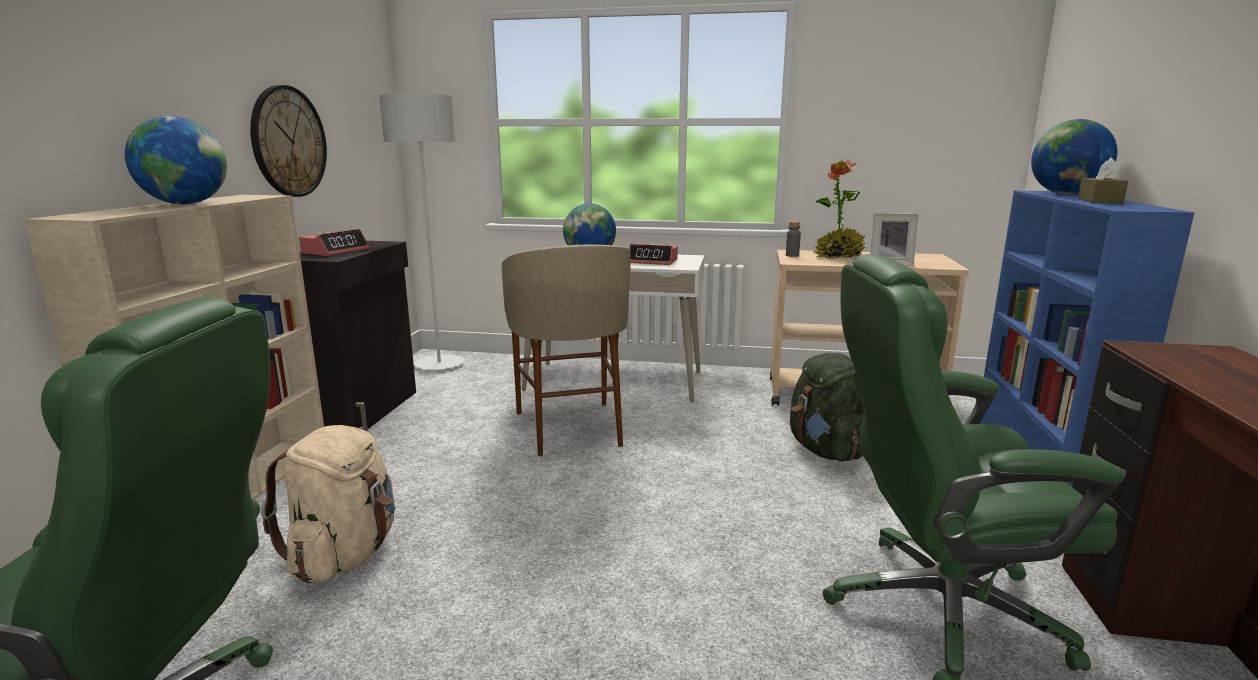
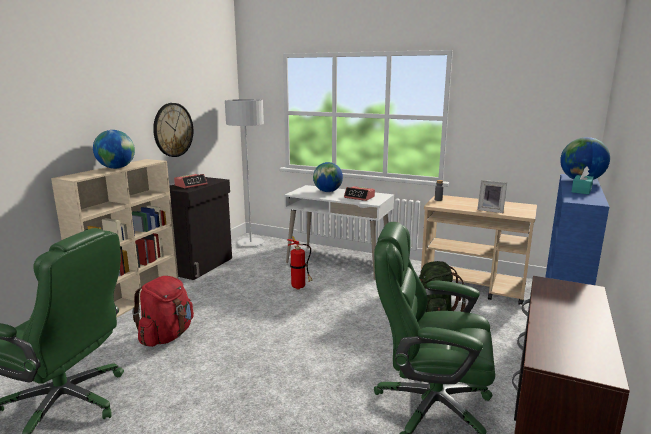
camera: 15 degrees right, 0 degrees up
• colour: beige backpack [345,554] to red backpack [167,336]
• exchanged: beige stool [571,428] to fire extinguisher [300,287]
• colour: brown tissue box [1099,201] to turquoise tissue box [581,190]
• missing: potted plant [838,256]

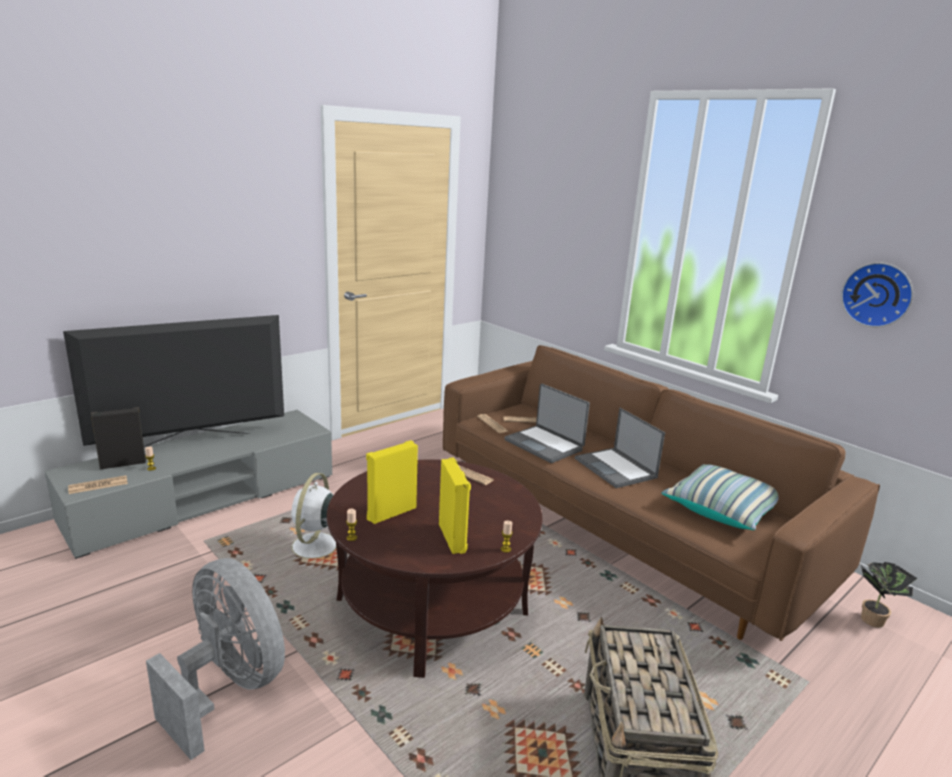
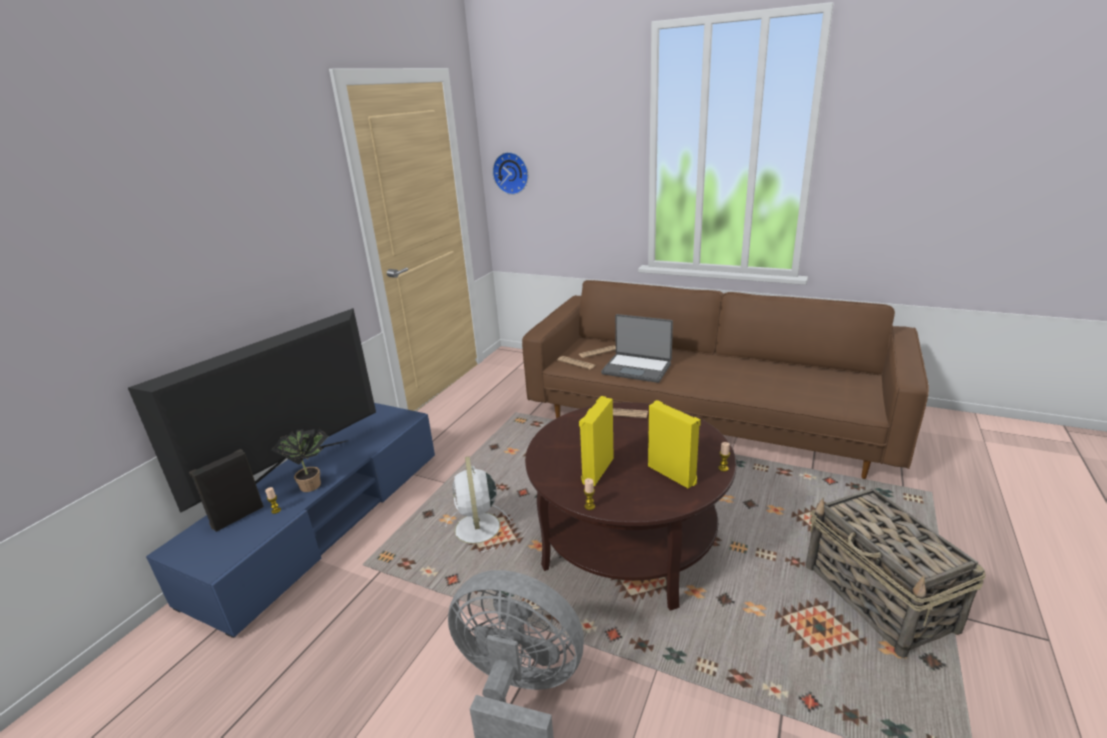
camera: 20 degrees left, 5 degrees up
• colour: grey tv stand [205,498] to blue tv stand [324,522]
• relocated: potted plant [873,619] to [313,484]
• relocated: wall clock [877,294] to [511,173]
• missing: newspaper [98,485]
• missing: laptop [616,468]
• missing: pillow [721,509]

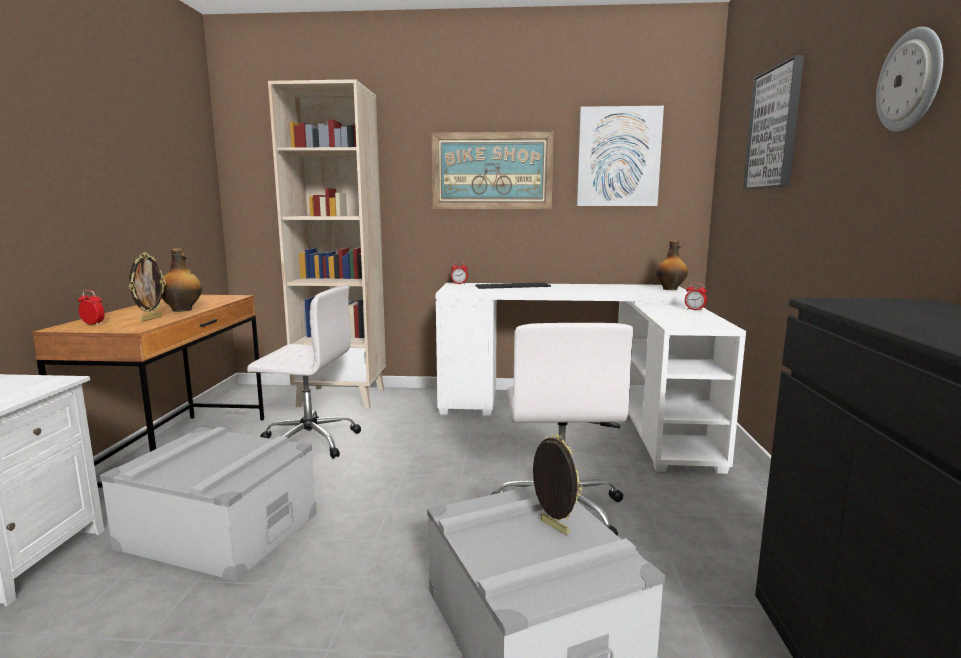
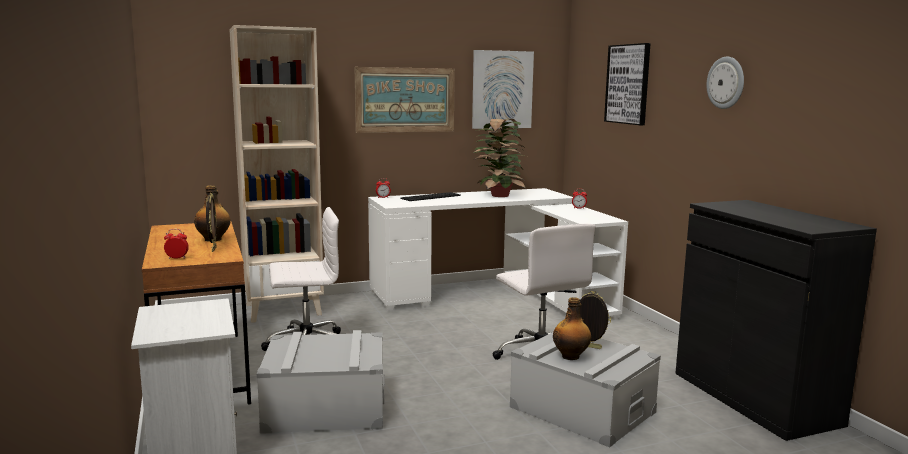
camera: 25 degrees left, 0 degrees up
• appeared: potted plant [499,196]
• relocated: bottle [670,289] to [571,356]

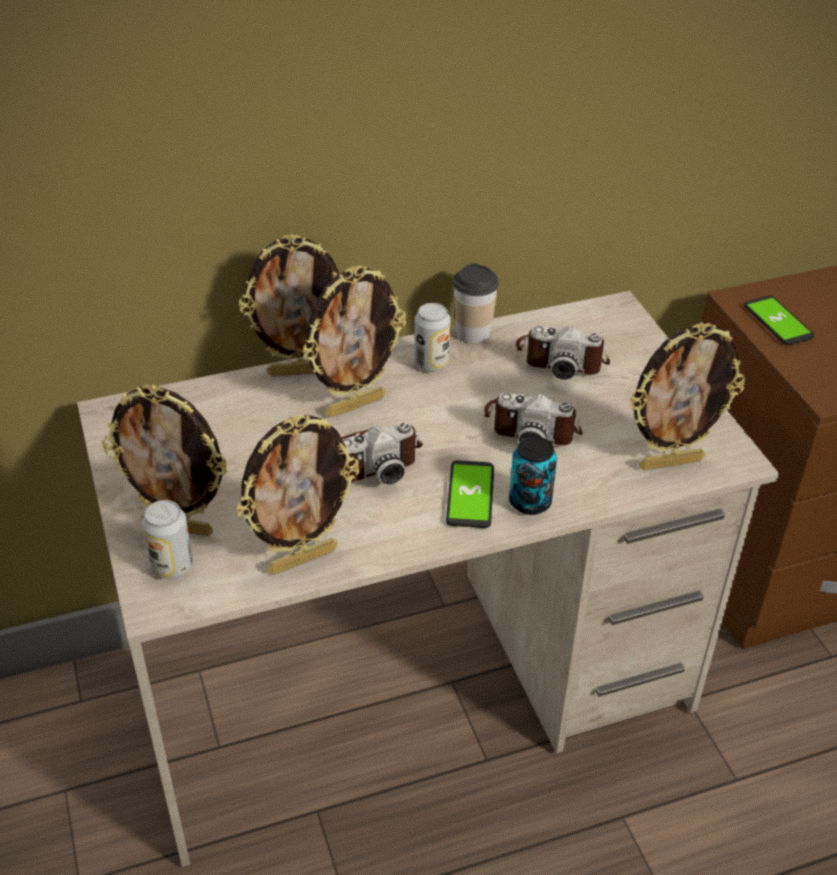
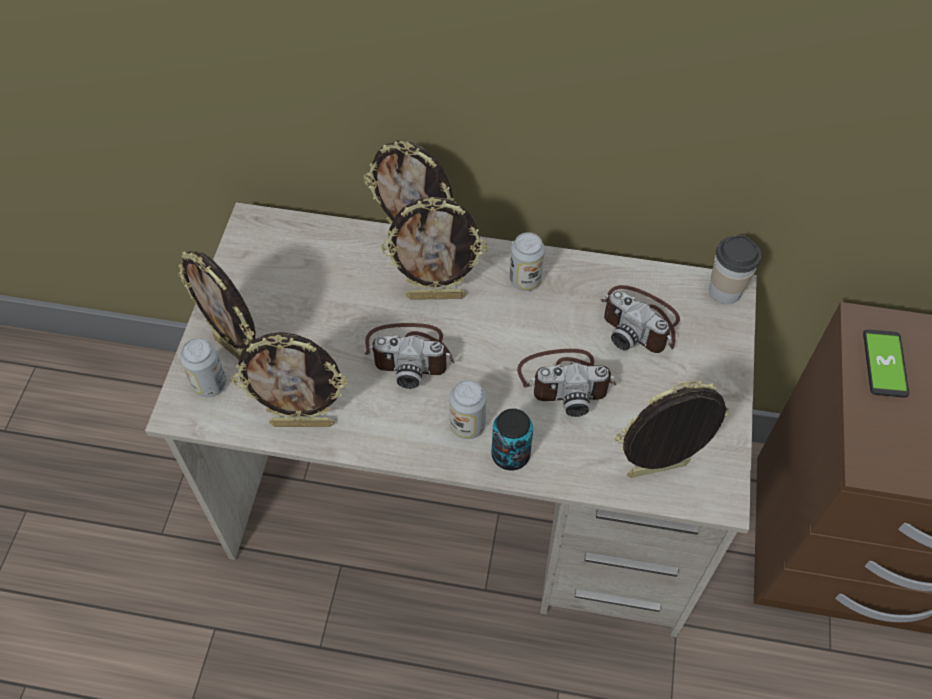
camera: 30 degrees right, 15 degrees up
• exchanged: phone [470,495] to can [467,425]
• spun: photo camera [532,425] = [565,380] 45 degrees counterclockwise
• spun: picture frame [670,462] = [658,472] 150 degrees clockwise
• relocated: cup [473,333] to [725,291]

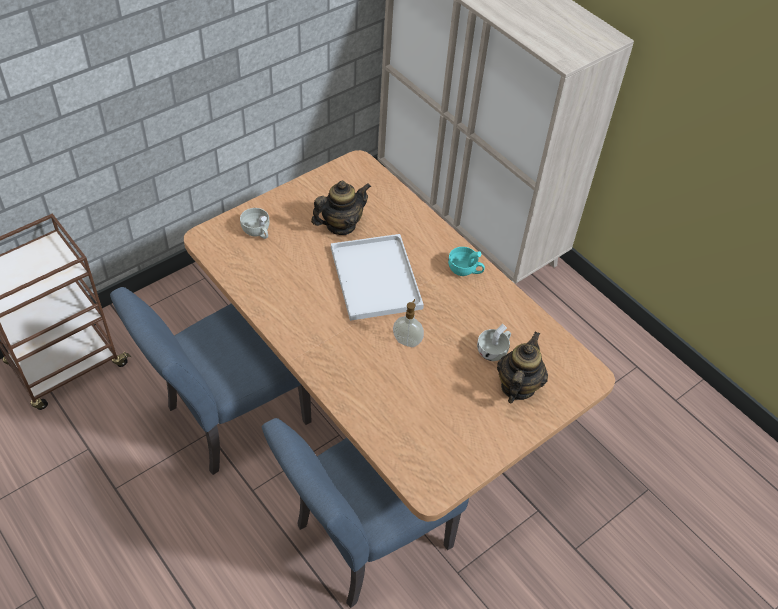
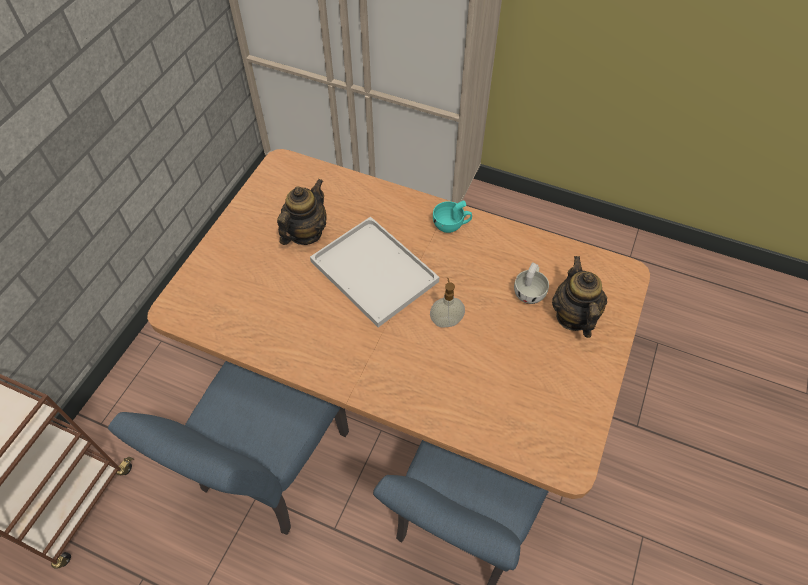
camera: 25 degrees left, 5 degrees up
• missing: white cup [257,232]

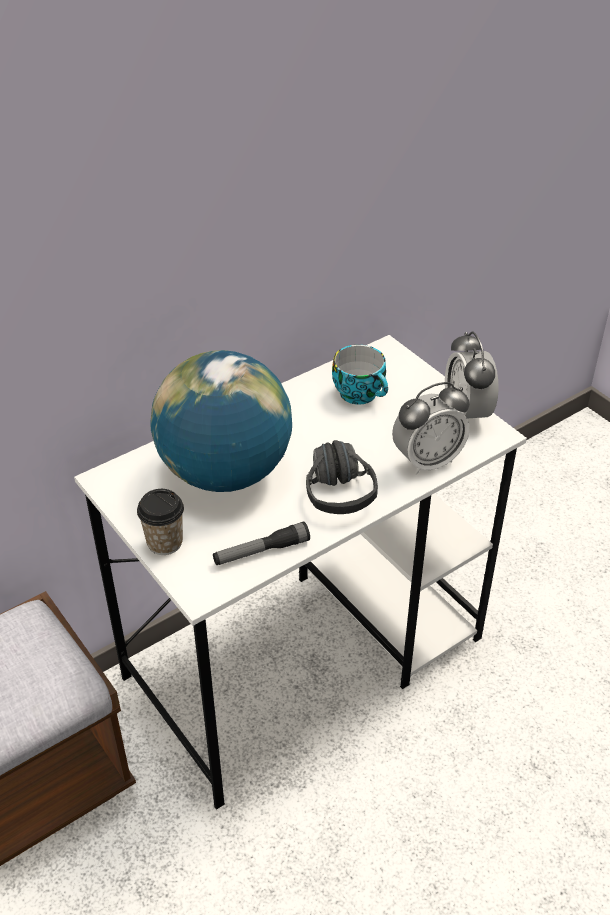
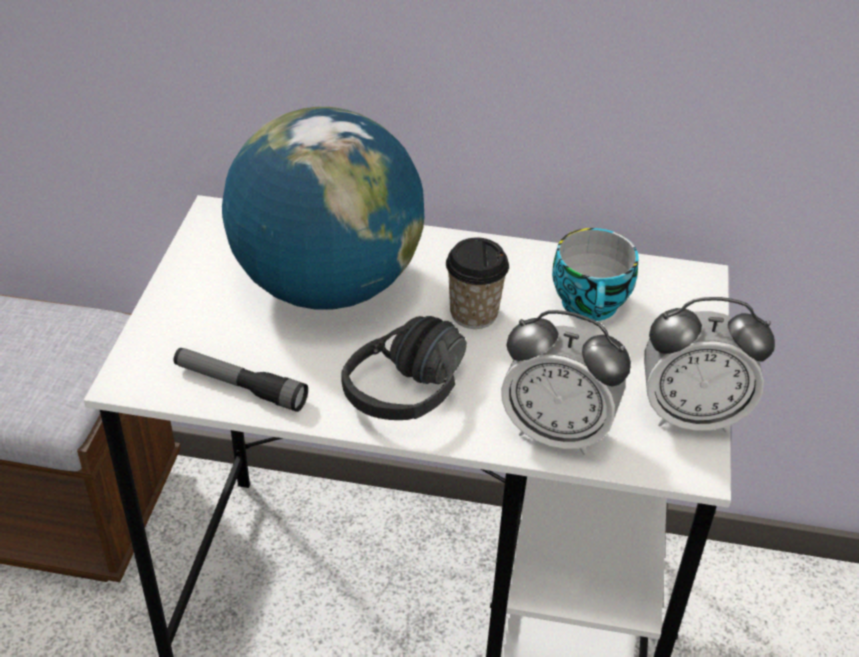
camera: 45 degrees right, 0 degrees up
• relocated: cup [165,542] to [473,314]
• spun: alarm clock [466,413] = [691,415] 120 degrees counterclockwise

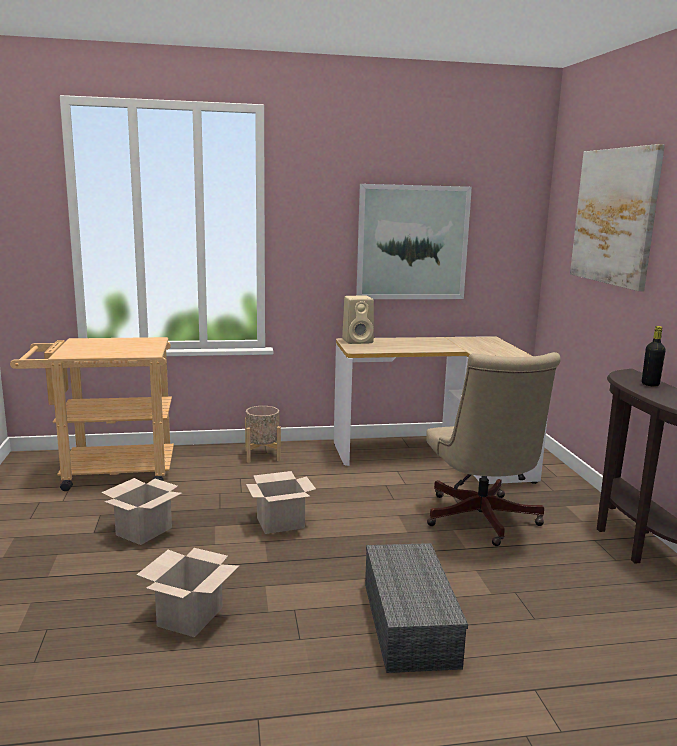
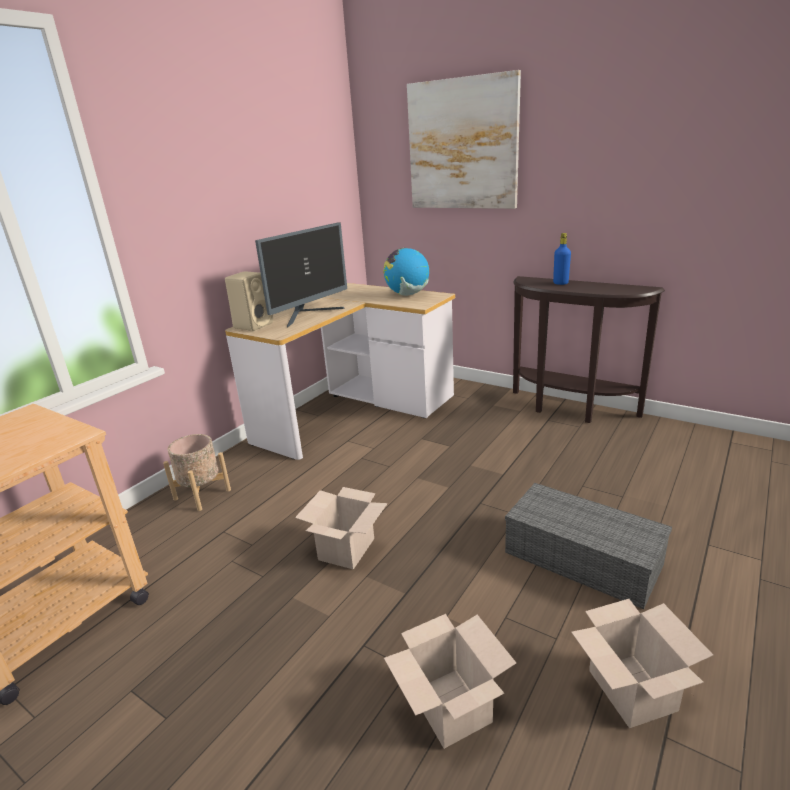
camera: 45 degrees left, 10 degrees up
• appeared: monitor [309,314]
• appeared: globe [407,294]
• colour: black bottle [650,384] to blue bottle [560,283]
• relocated: cardboard box [144,530] to [629,689]
• missing: picture [412,243]
• missing: beige office chair [481,521]

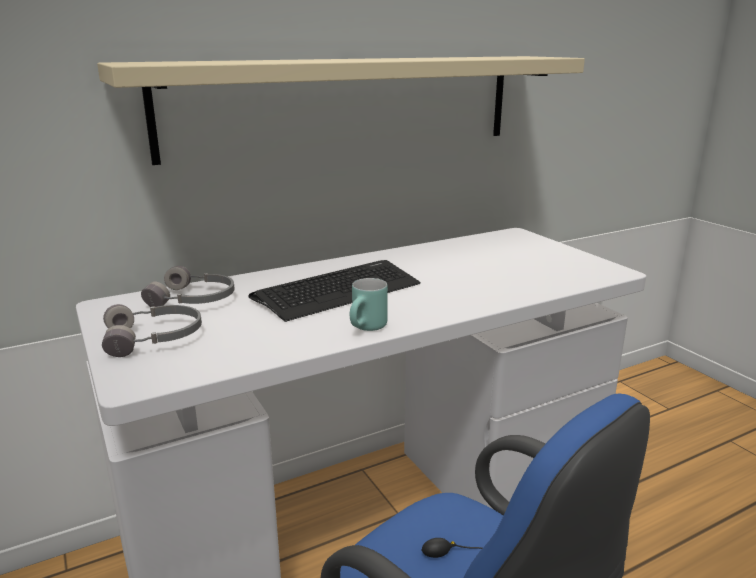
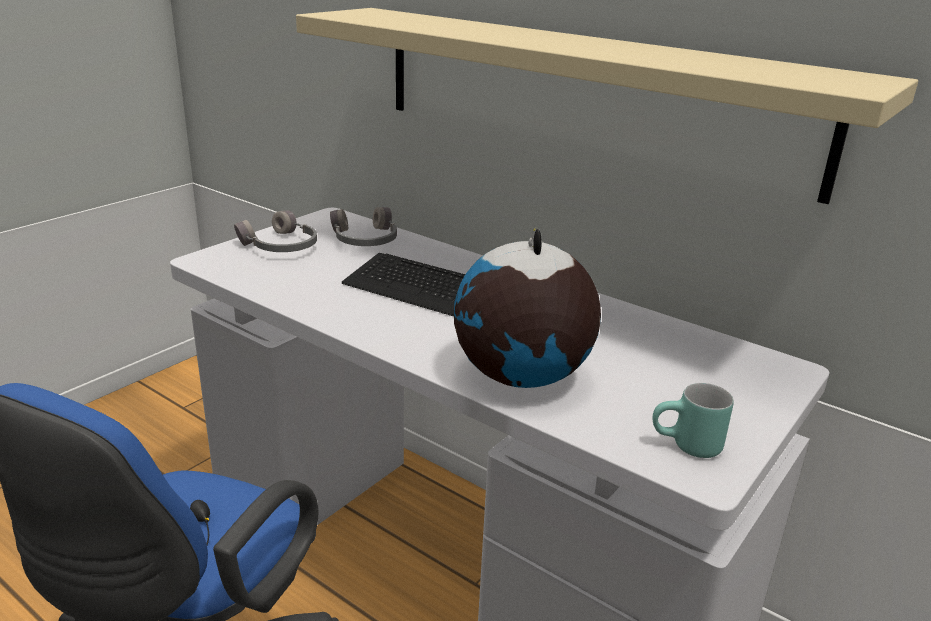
camera: 65 degrees right, 5 degrees up
• appeared: globe [521,377]
• relocated: turquoise mug [368,329] to [687,448]

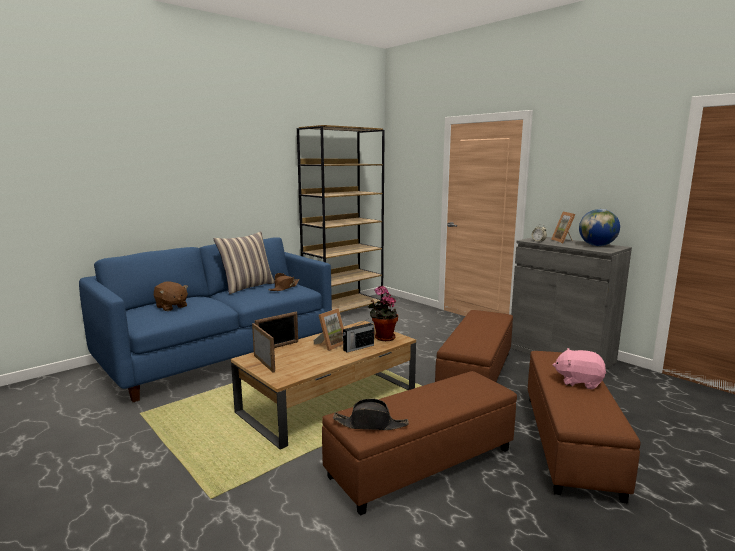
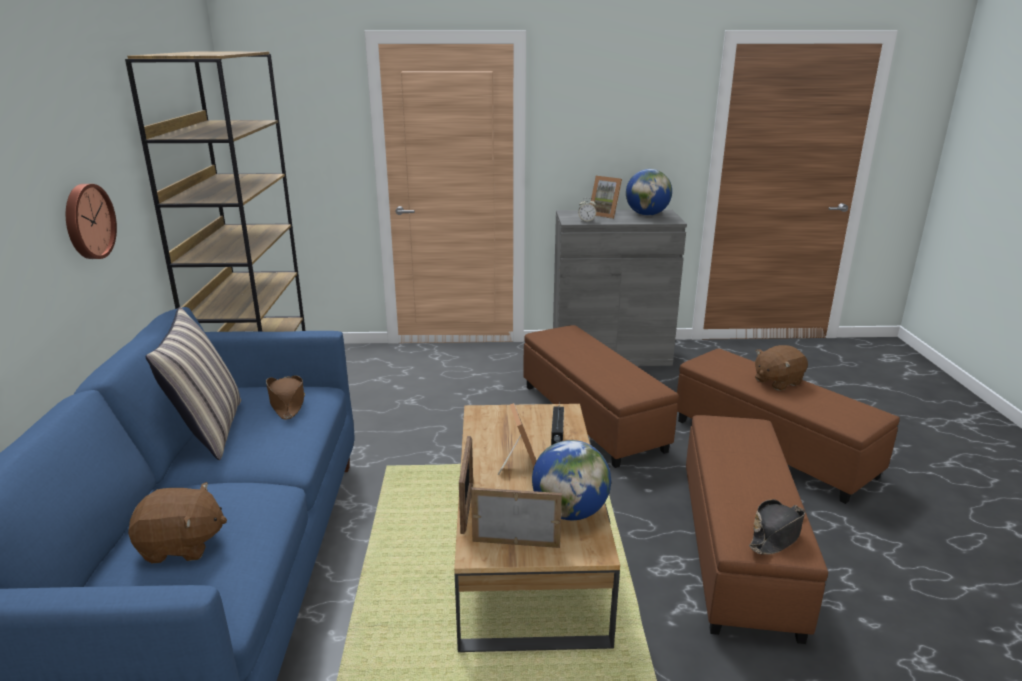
camera: 50 degrees left, 10 degrees up
• appeared: wall clock [87,221]
• appeared: globe [569,512]
• colour: pink plush toy [578,382] to brown plush toy [777,381]
• missing: potted plant [383,338]

